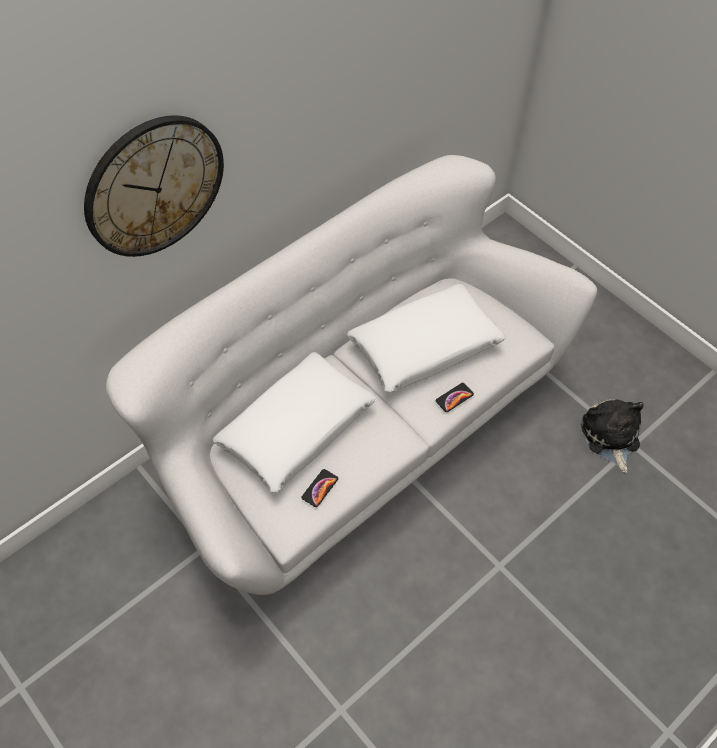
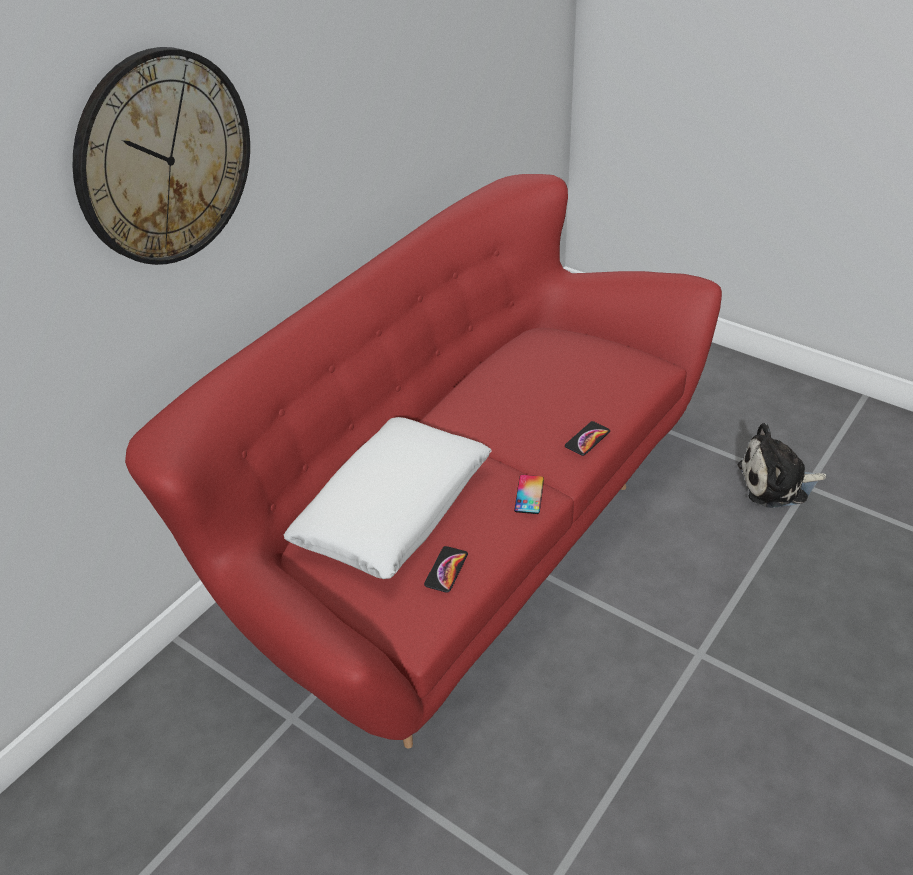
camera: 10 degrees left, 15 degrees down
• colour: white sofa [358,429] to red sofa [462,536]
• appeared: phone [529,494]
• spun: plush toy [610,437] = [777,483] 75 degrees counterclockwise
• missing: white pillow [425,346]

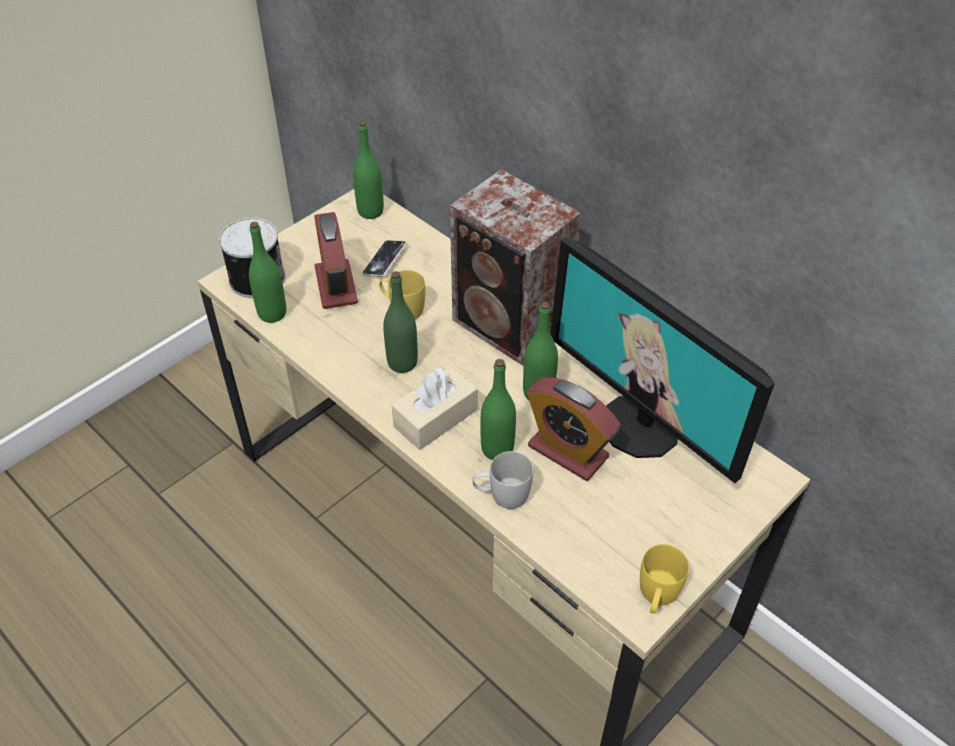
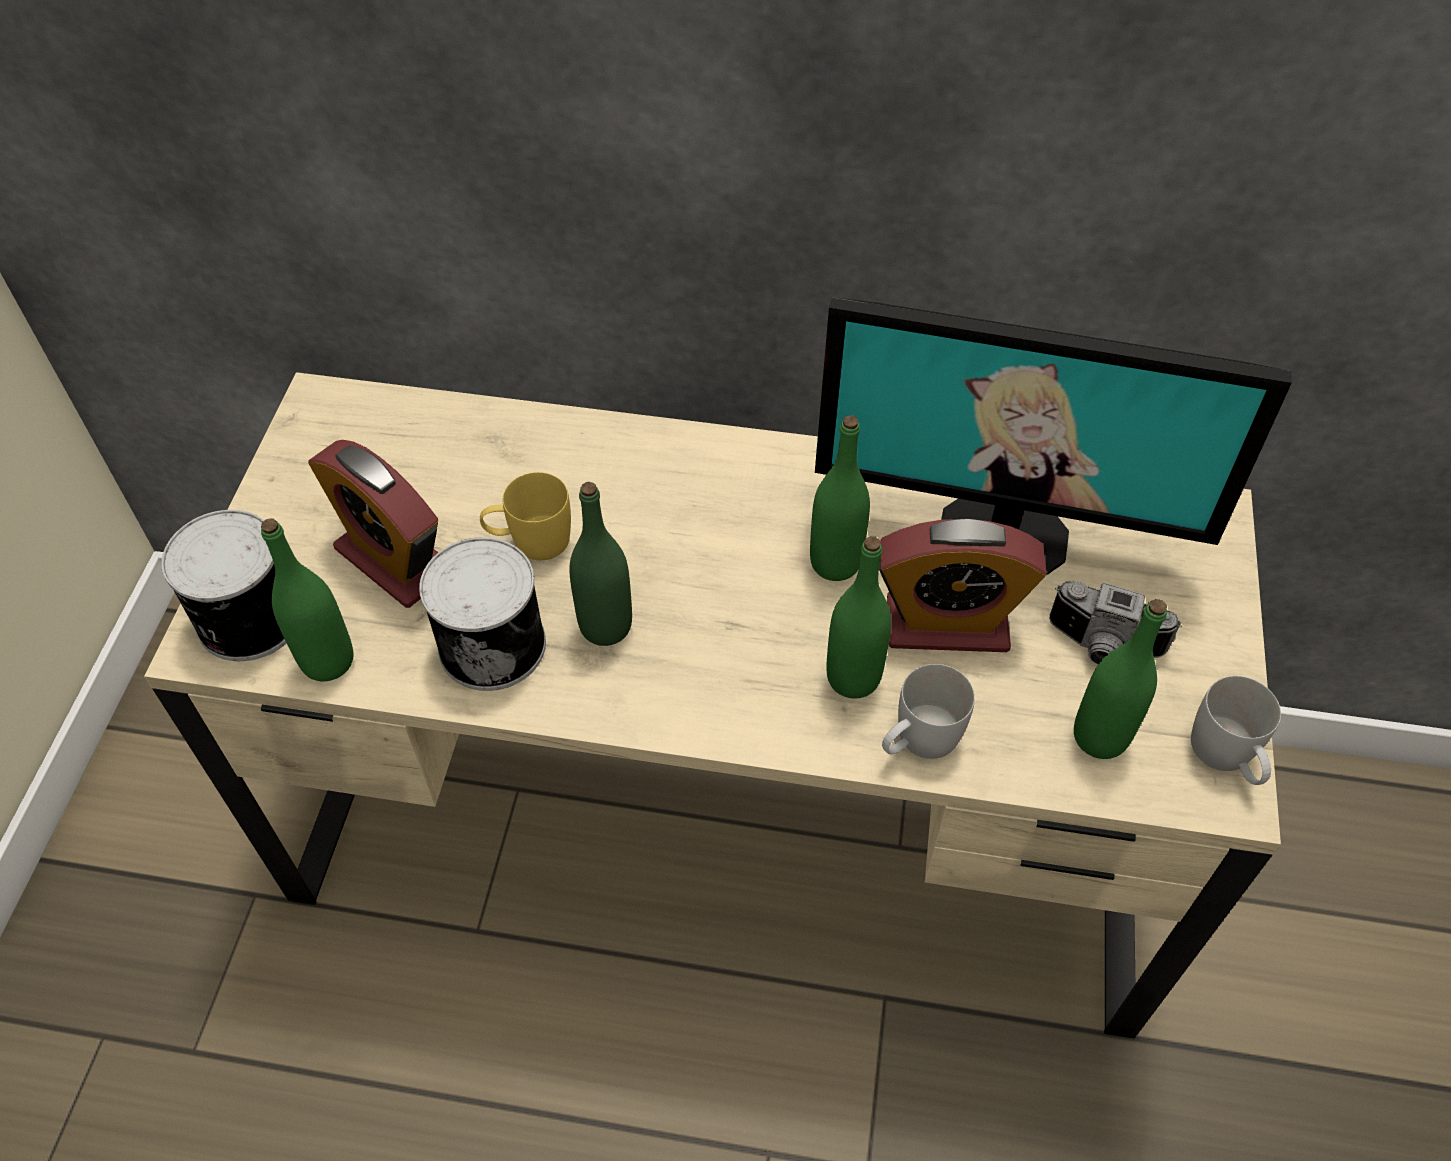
camera: 35 degrees left, 5 degrees up
• appeared: can [493,643]
• appeared: photo camera [1102,648]
• relocated: green bottle [370,211] to [1100,736]
• colour: yellow mug [657,596] to white mug [1227,757]
• missing: phone [384,261]
• missing: beige tissue box [435,418]
• missing: speaker [512,326]

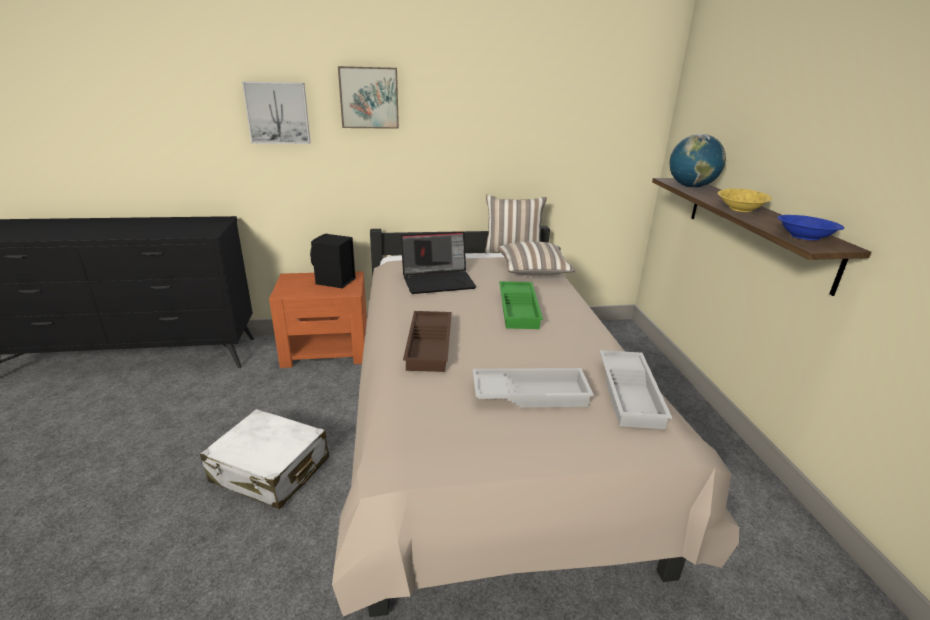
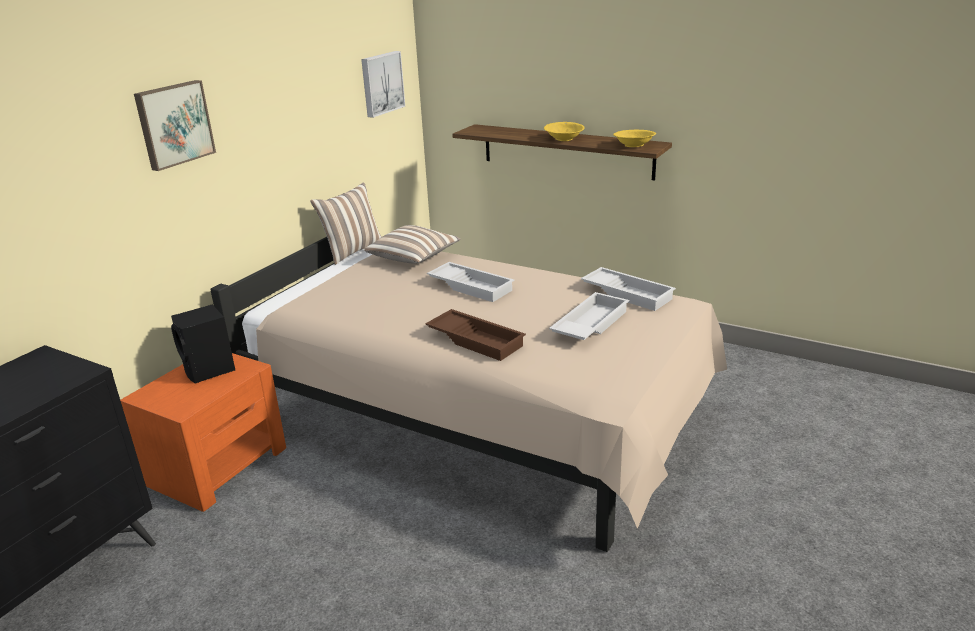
camera: 50 degrees left, 0 degrees up
• relocated: picture [278,113] to [381,83]
• colour: green tray [520,309] to white tray [472,286]
• colour: blue bowl [804,238] to yellow bowl [634,146]
• missing: white suitcase [270,470]
• missing: laptop [439,281]
• missing: globe [691,187]

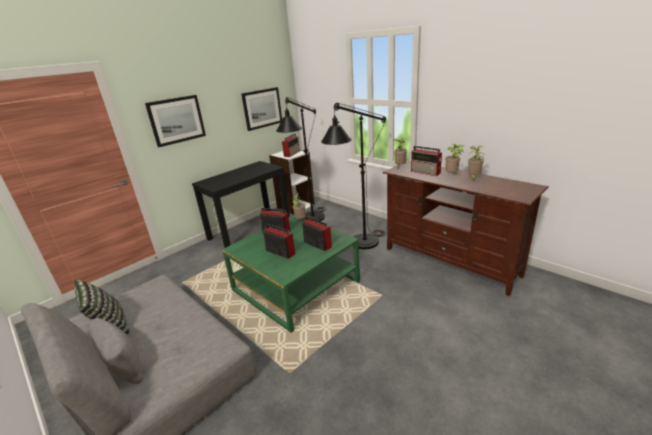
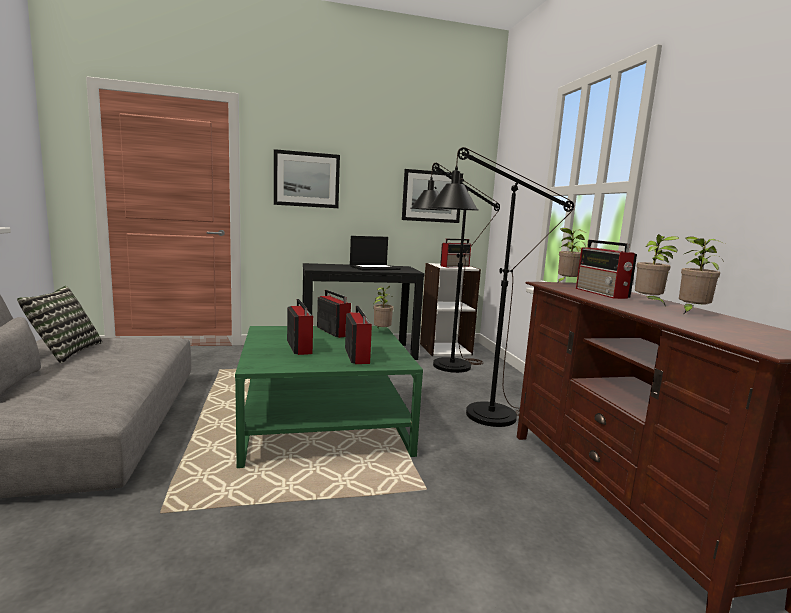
camera: 30 degrees right, 15 degrees down
• appeared: laptop [375,268]

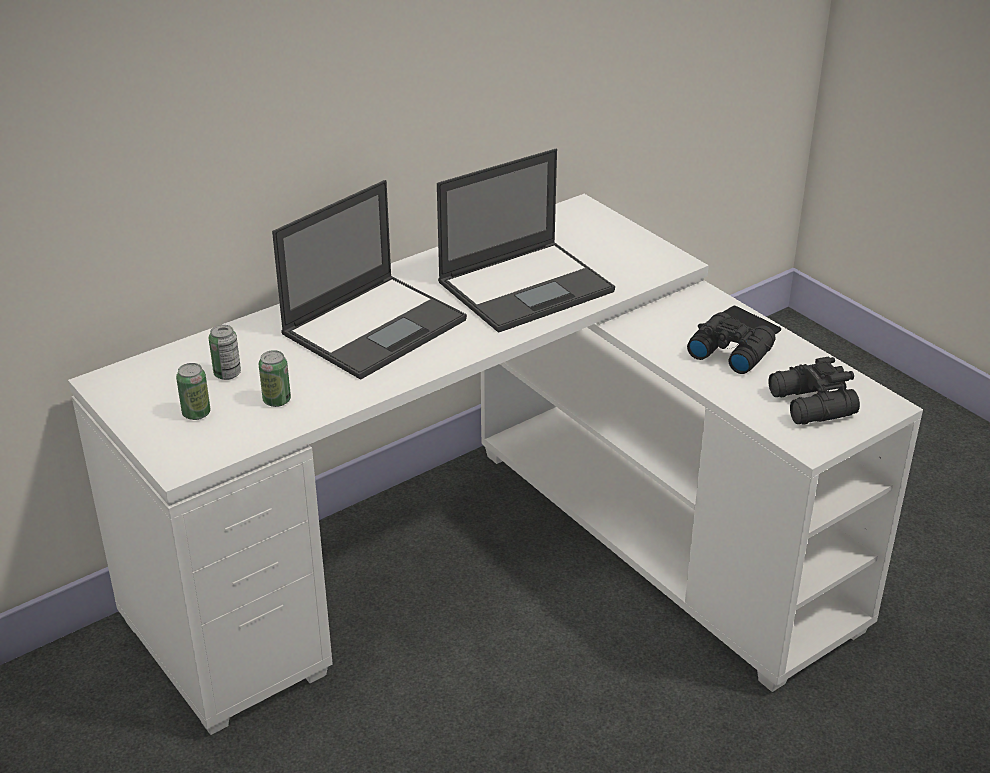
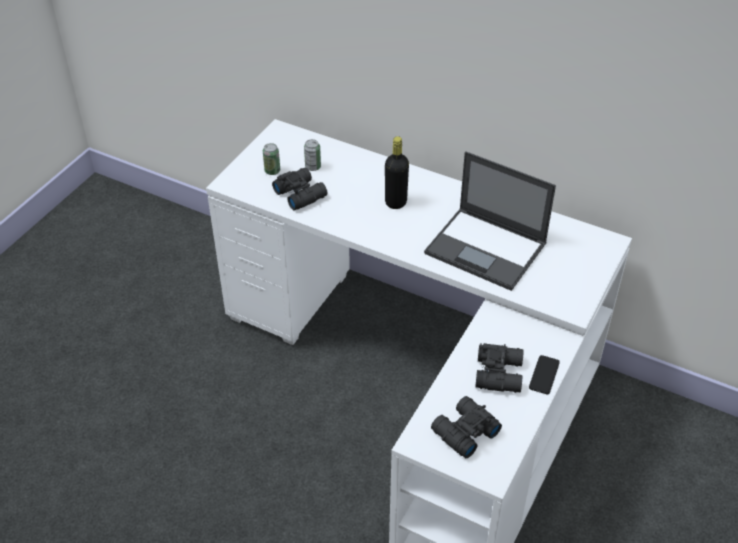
camera: 65 degrees right, 10 degrees up
• exchanged: can [277,400] to black binoculars [300,193]
• exchanged: laptop [375,326] to black bottle [396,202]

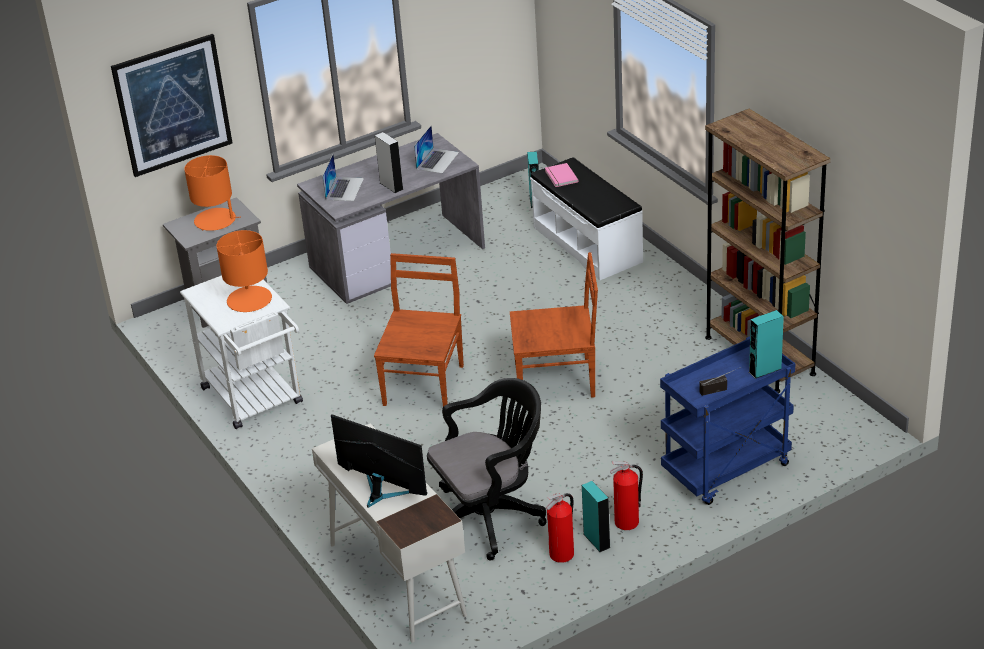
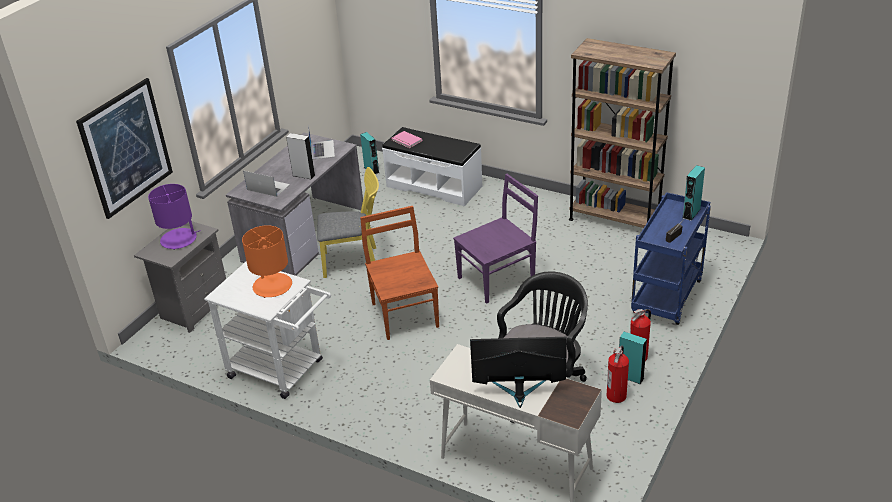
camera: 30 degrees left, 0 degrees up
• colour: orange table lamp [215,220] to purple table lamp [179,239]
• spun: laptop [344,188] = [268,187] 45 degrees counterclockwise
• appeared: yellow chair [355,261]
• colour: brown chair [557,380] to purple chair [498,279]

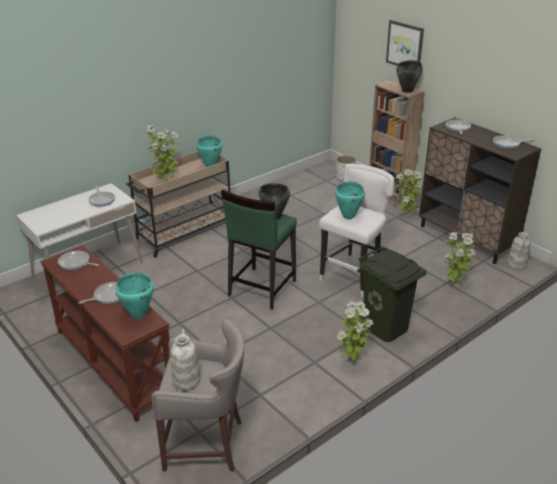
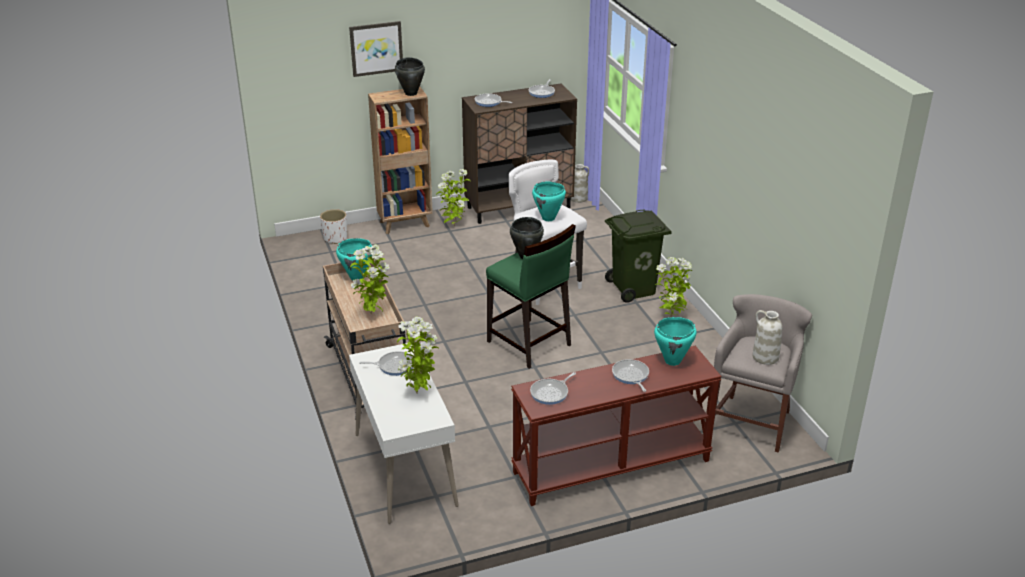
camera: 70 degrees left, 0 degrees up
• relocated: potted plant [454,283] to [418,393]

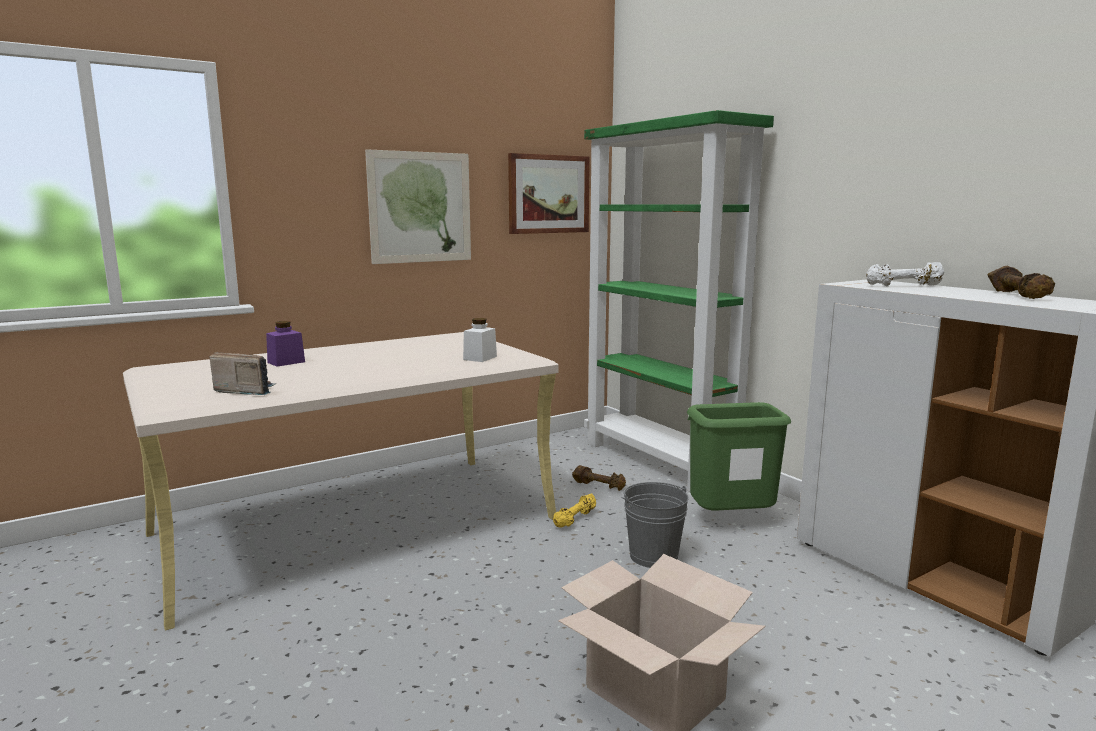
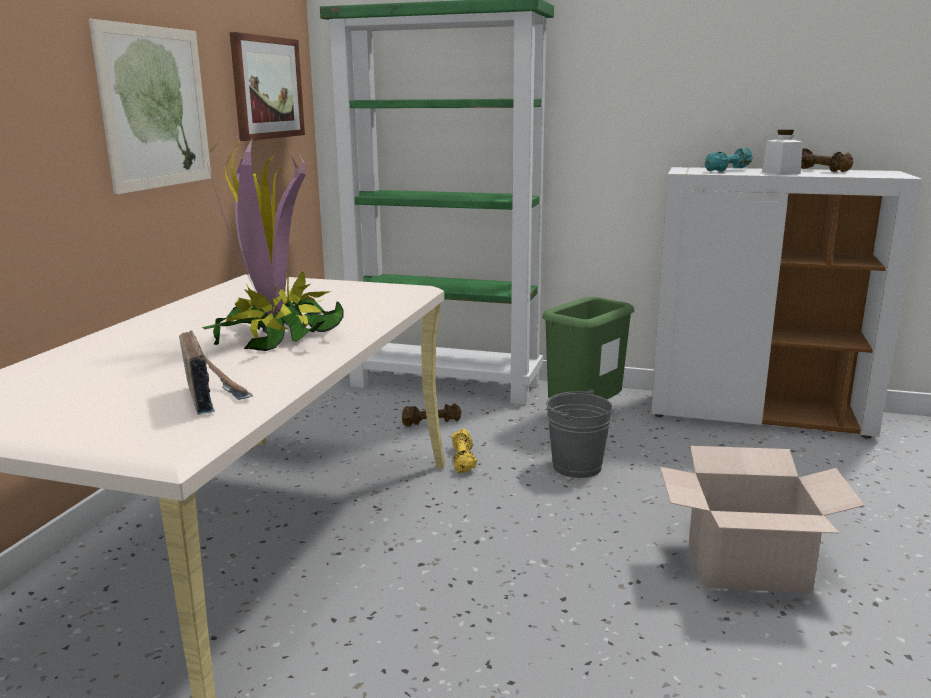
camera: 40 degrees left, 5 degrees up
• spun: radio [246,391] = [214,397] 90 degrees clockwise
• appeared: potted plant [276,335]
• colour: white dumbbell [904,286] to turquoise dumbbell [728,170]
• relocated: white jar [480,358] to [780,173]
• missing: purple jar [286,362]

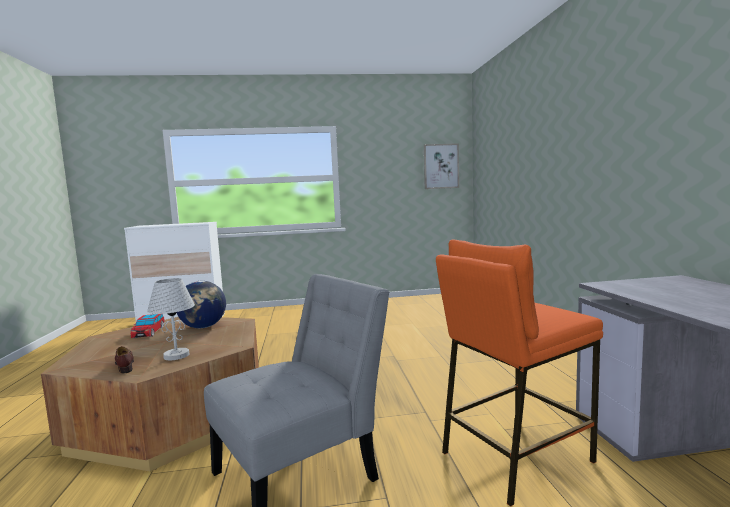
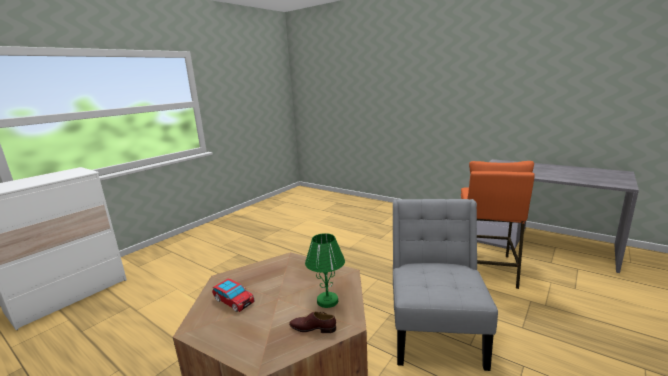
camera: 45 degrees left, 10 degrees up
• colour: white table lamp [176,355] to green table lamp [327,301]
• missing: globe [203,327]
• missing: picture [441,166]

